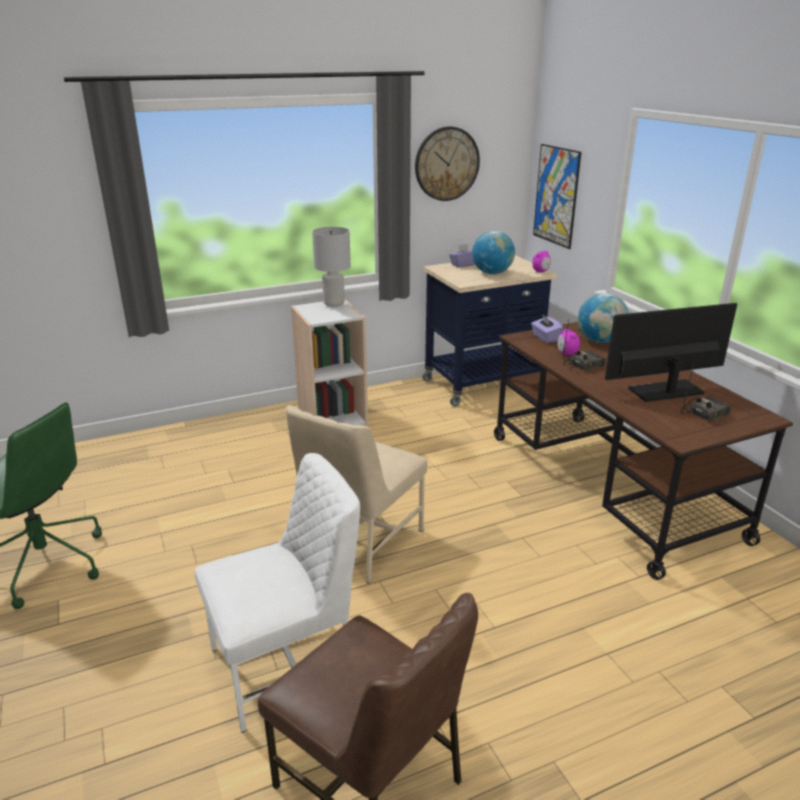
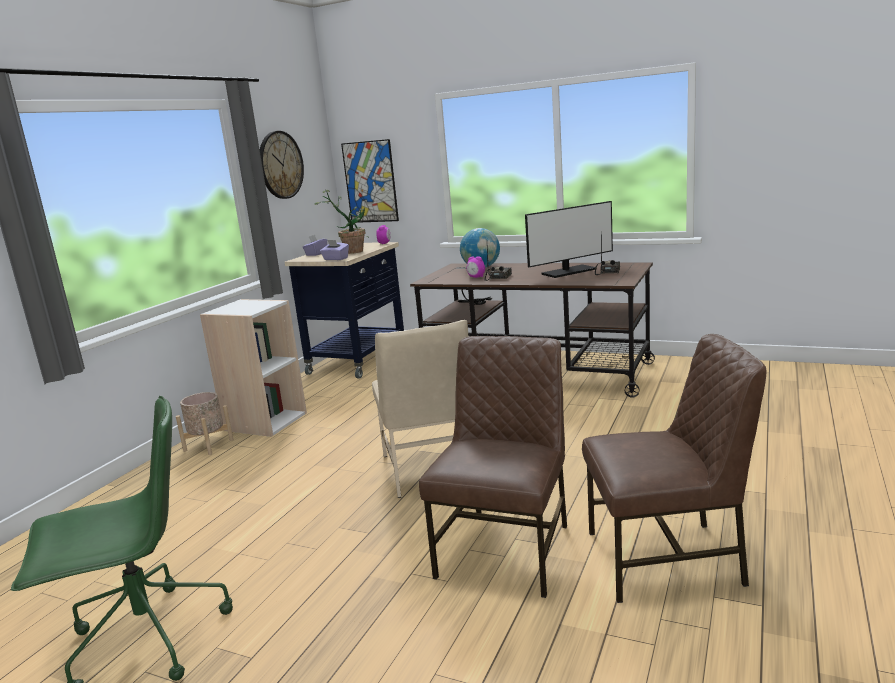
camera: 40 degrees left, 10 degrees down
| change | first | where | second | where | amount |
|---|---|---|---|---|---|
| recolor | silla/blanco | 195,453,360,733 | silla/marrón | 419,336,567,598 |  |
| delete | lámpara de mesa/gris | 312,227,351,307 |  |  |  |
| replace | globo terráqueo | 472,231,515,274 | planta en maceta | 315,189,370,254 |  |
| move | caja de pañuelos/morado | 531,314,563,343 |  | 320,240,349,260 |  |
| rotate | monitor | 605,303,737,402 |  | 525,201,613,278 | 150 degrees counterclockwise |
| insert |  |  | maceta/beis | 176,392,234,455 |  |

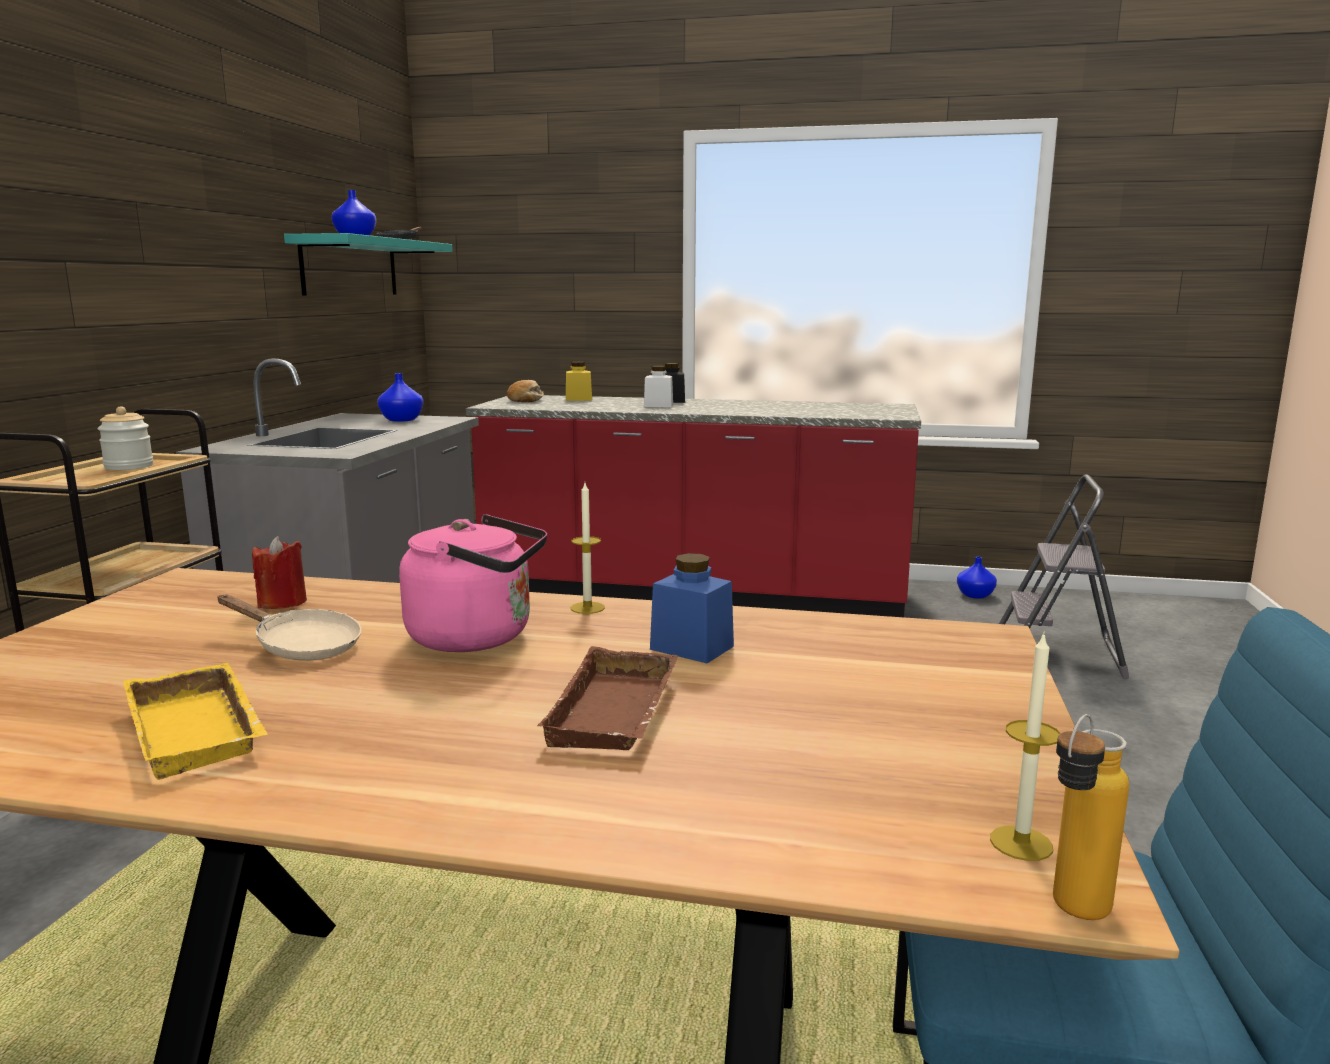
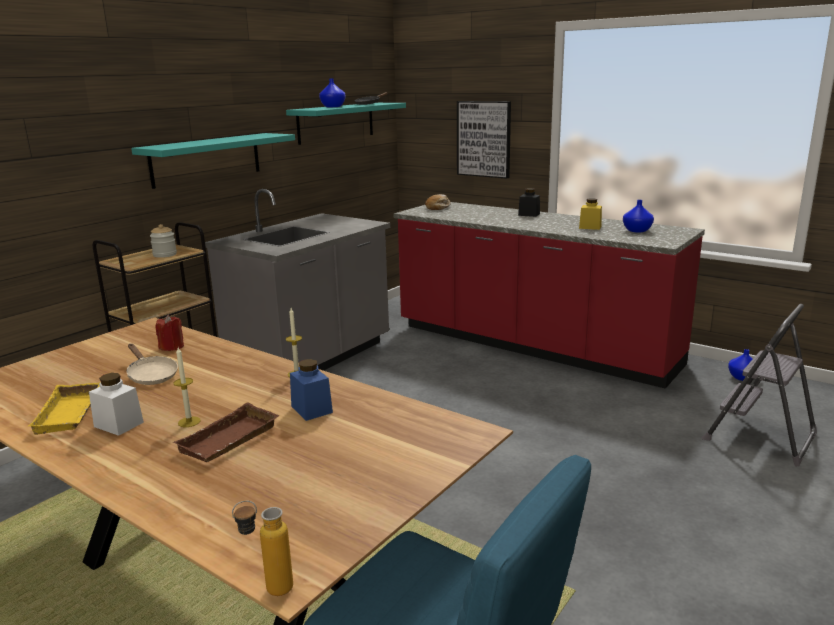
camera: 25 degrees right, 5 degrees up
| change | first | where | second | where | amount |
|---|---|---|---|---|---|
| move | florero/azul | 377,373,423,422 |  | 623,200,654,233 |  |
| delete | hervidor/rosa | 399,514,547,652 |  |  |  |
| move | tarro/amarillo | 566,362,592,401 |  | 579,198,602,230 |  |
| move | tarro/blanco | 644,366,673,407 |  | 89,373,144,436 |  |
| move | vela | 990,632,1061,861 |  | 174,347,201,427 |  |
| insert |  |  | estante/turquesa | 131,133,295,189 |  |
| insert |  |  | cuadro | 457,101,511,179 |  |

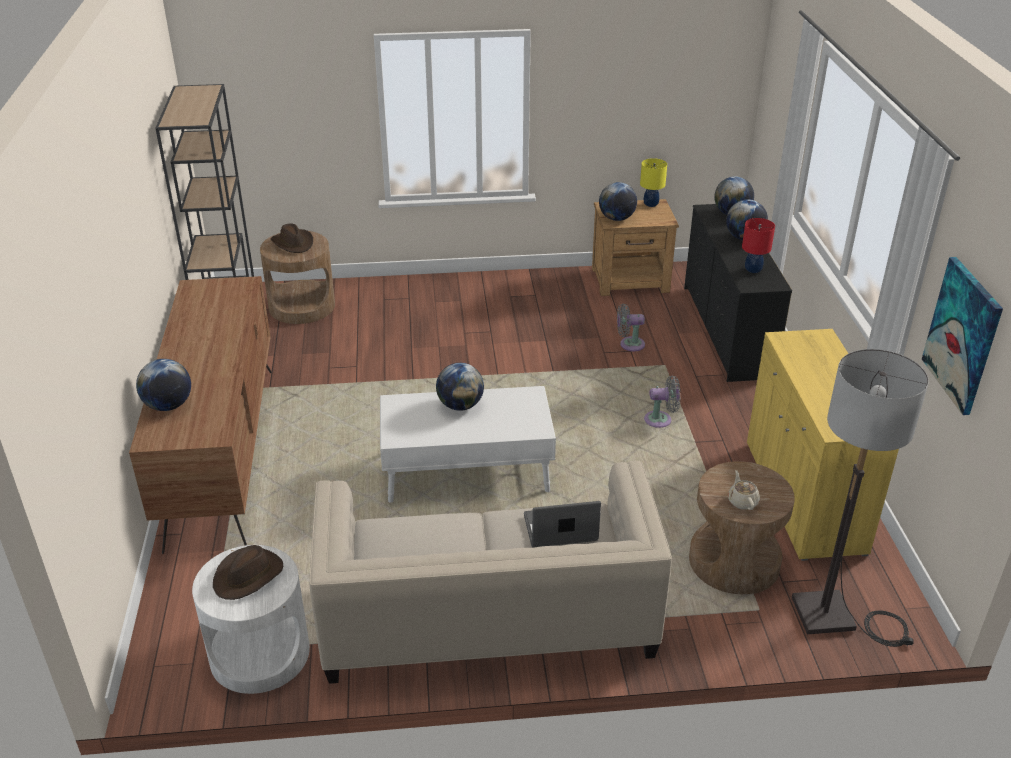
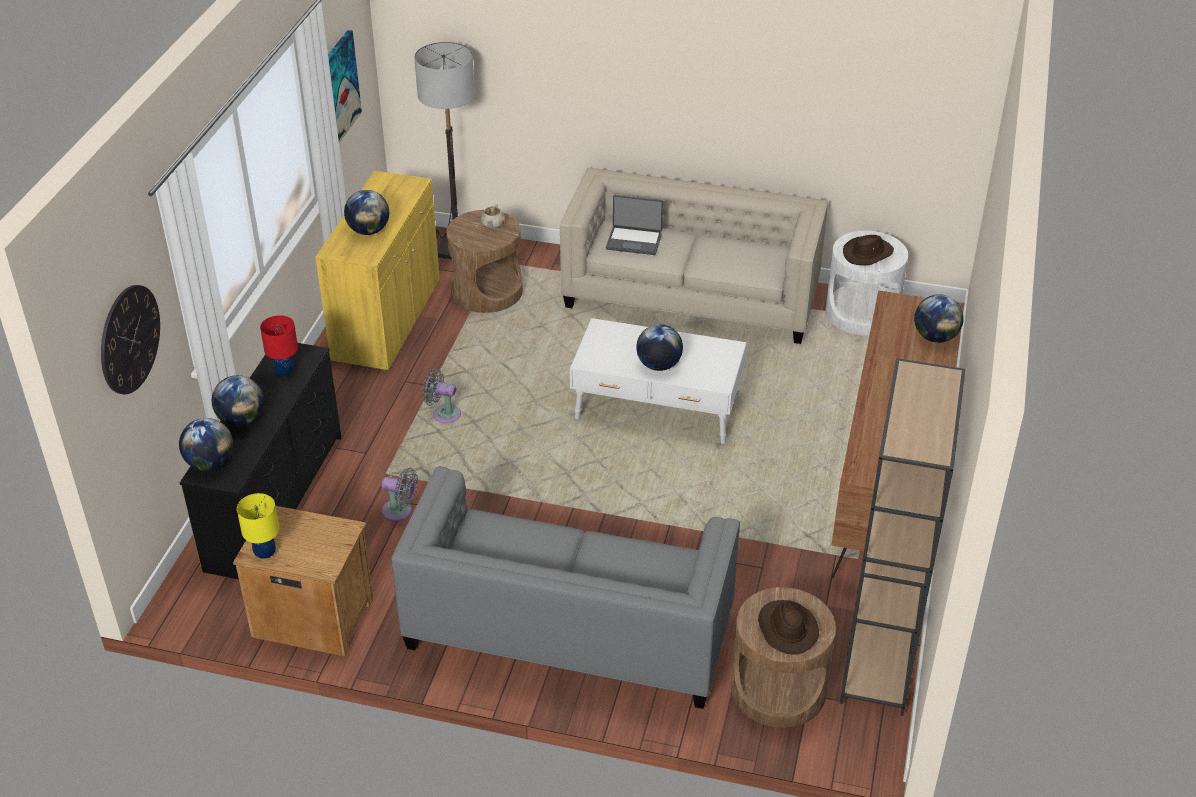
camera: 160 degrees left, 5 degrees up
| change | first | where | second | where | amount |
|---|---|---|---|---|---|
| move | globo terráqueo | 599,182,637,221 |  | 344,190,389,235 |  |
| insert |  |  | reloj de pared | 101,285,160,394 |  |
| insert |  |  | sofá/gris | 391,467,740,709 |  |

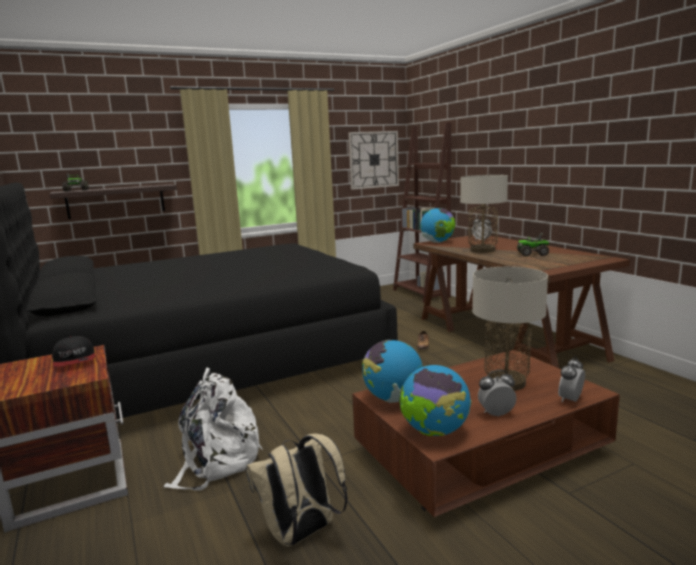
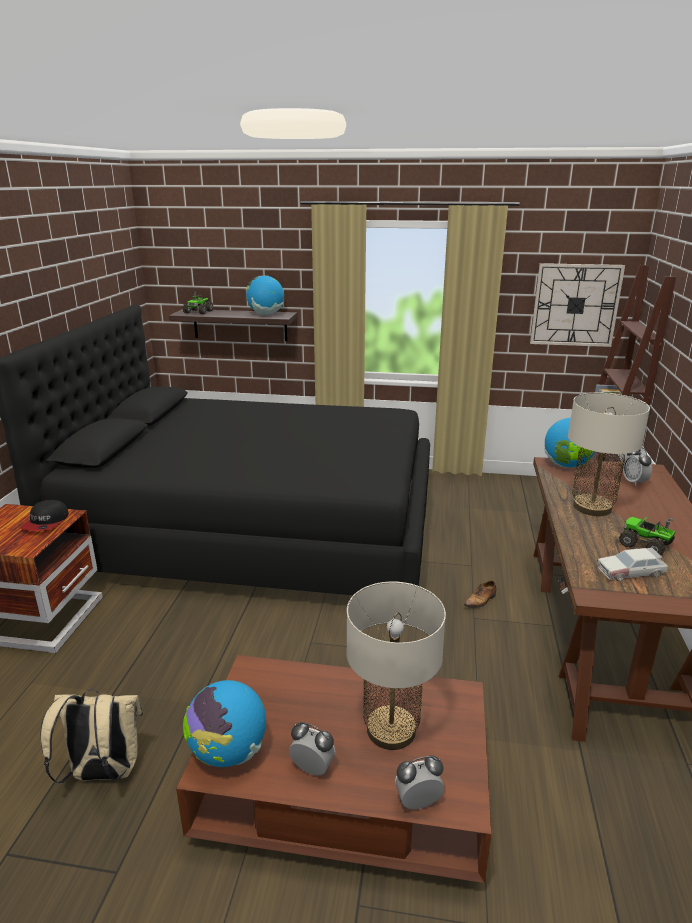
camera: 35 degrees right, 10 degrees up
| change | first | where | second | where | amount |
|---|---|---|---|---|---|
| delete | mochila/blanco | 163,367,263,491 |  |  |  |
| move | globo terráqueo | 362,339,423,403 |  | 246,275,284,315 |  |
| insert |  |  | coche de juguete | 596,547,668,581 |  |

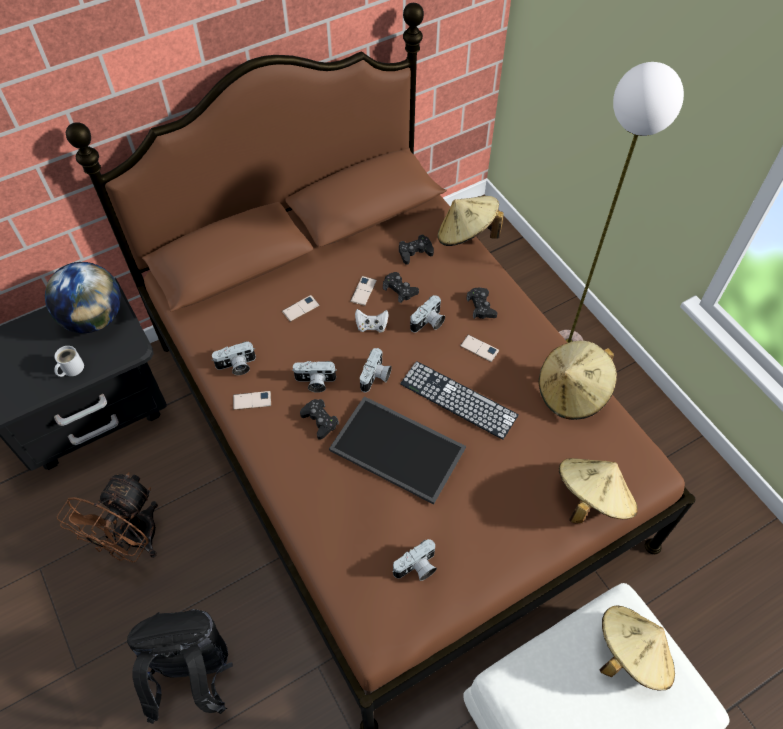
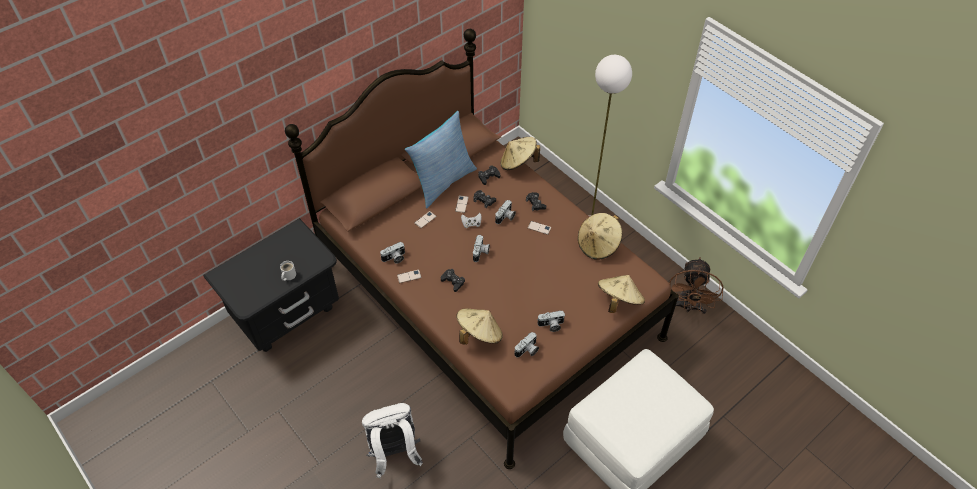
camera: 10 degrees left, 5 degrees down
| change | first | where | second | where | amount |
|---|---|---|---|---|---|
| delete | globo terráqueo | 45,262,121,333 |  |  |  |
| move | ventilador/marrón | 57,472,158,562 |  | 669,258,724,314 |  |
| recolor | mochila/negro | 127,609,233,724 | mochila/blanco | 362,403,423,478 |  |
| move | cámara | 292,361,337,393 |  | 537,310,565,332 |  |
| delete | bandeja | 329,396,466,505 |  |  |  |
| delete | teclado | 400,361,519,440 |  |  |  |
| move | sombrero/beis | 599,606,675,690 |  | 456,308,503,345 |  |
| insert |  |  | cojín | 405,111,477,208 |  |

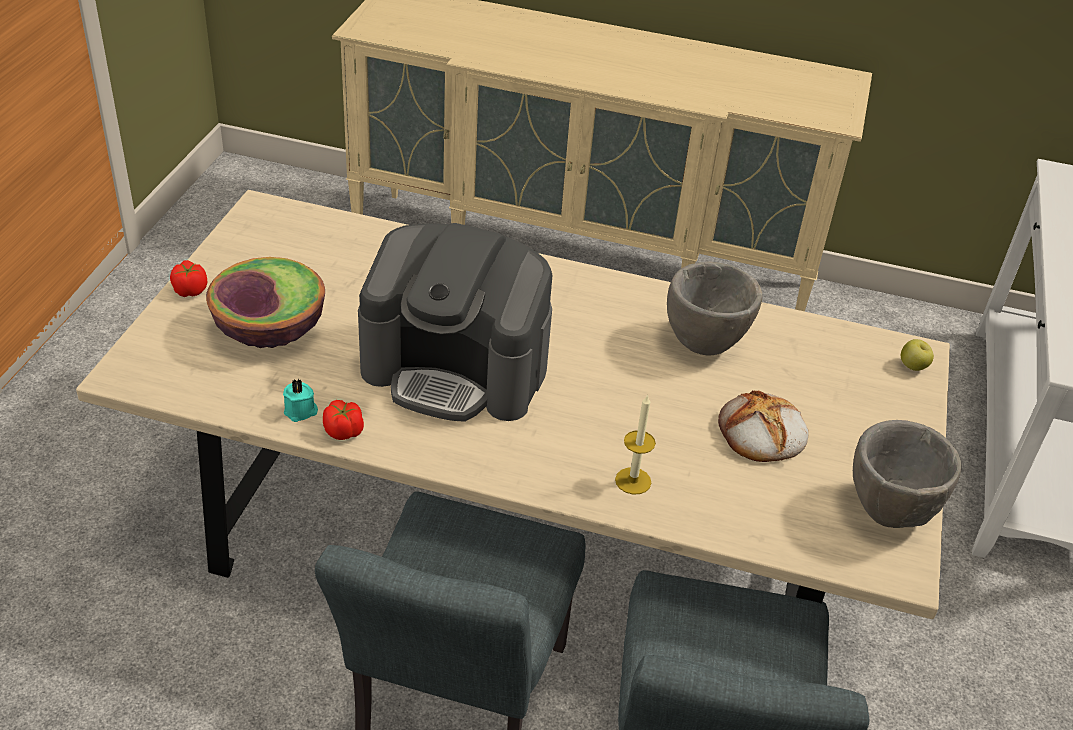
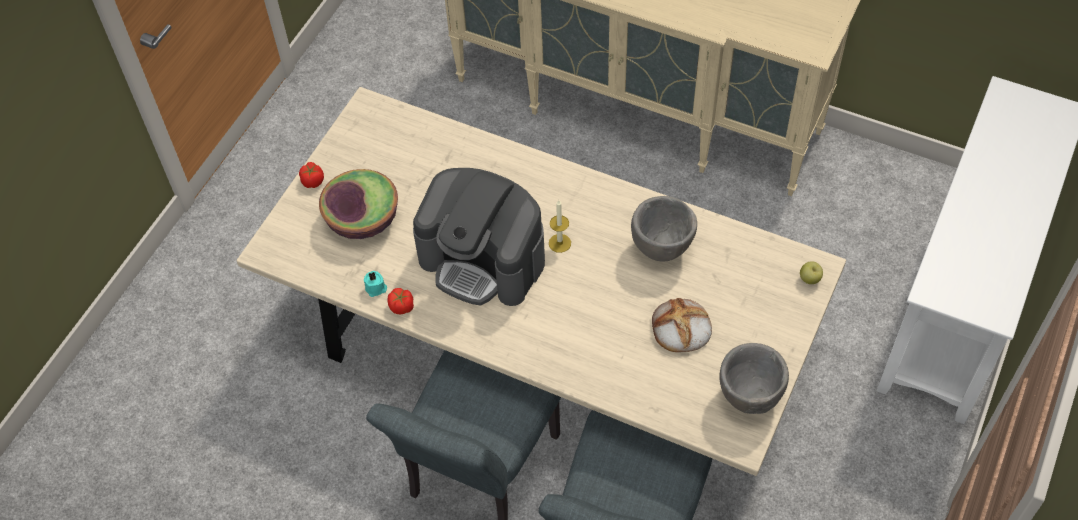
camera: 15 degrees right, 15 degrees up
| change | first | where | second | where | amount |
|---|---|---|---|---|---|
| move | vela | 615,394,656,494 |  | 549,200,571,253 |  |

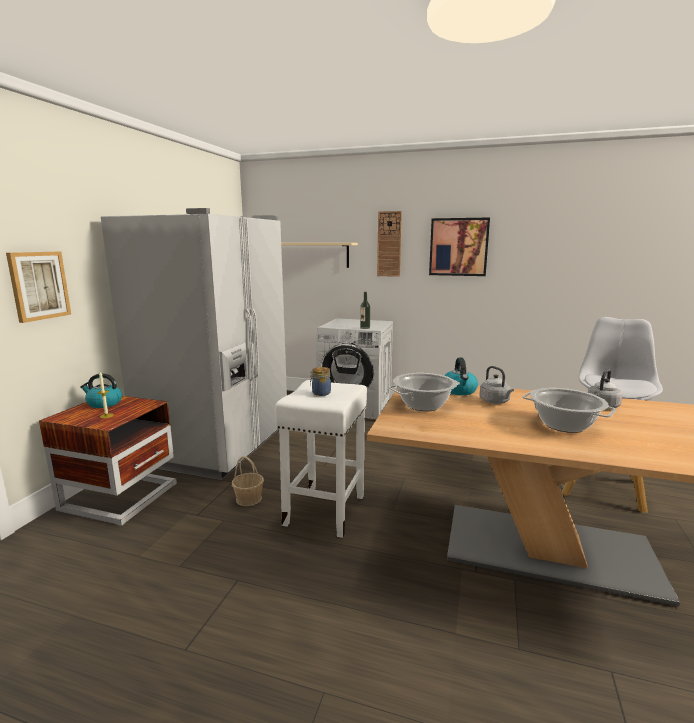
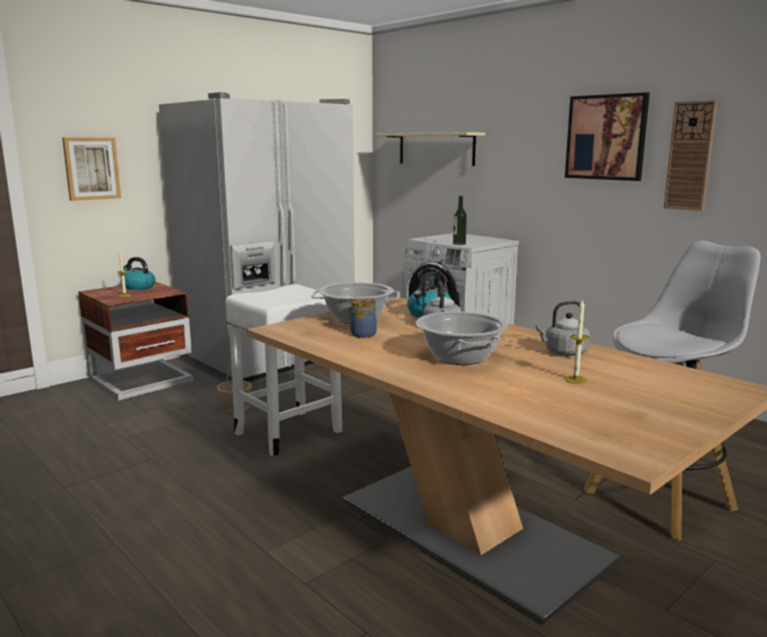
camera: 30 degrees right, 0 degrees up
| change | first | where | second | where | amount |
|---|---|---|---|---|---|
| move | tarro | 310,367,331,396 |  | 348,298,377,338 |  |
| move | reloj de pared | 377,211,402,277 |  | 664,100,717,211 |  |
| insert |  |  | vela | 565,299,589,384 |  |

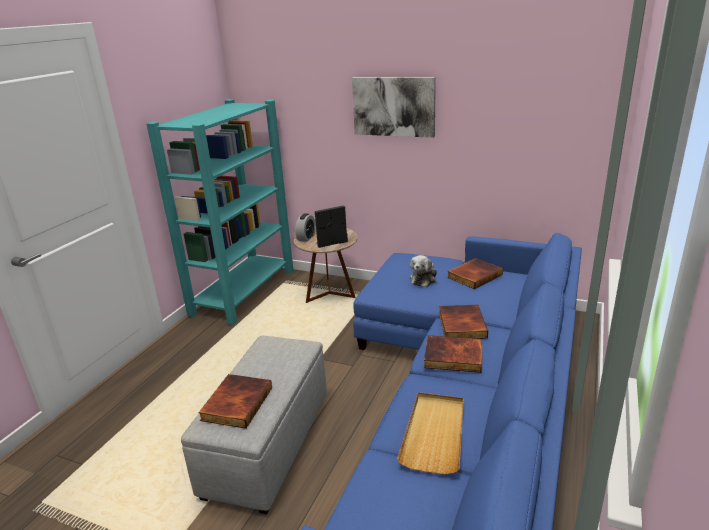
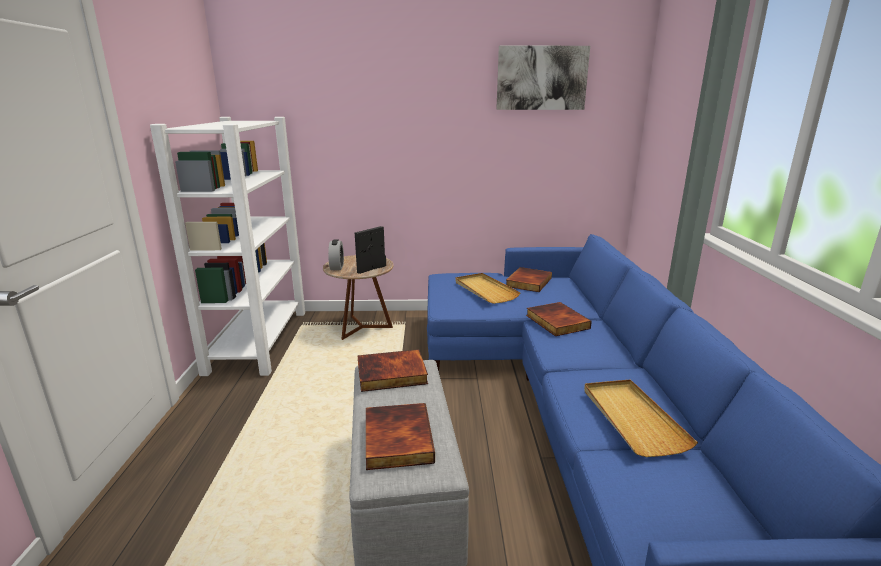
camera: 25 degrees left, 5 degrees down
| change | first | where | second | where | amount |
|---|---|---|---|---|---|
| recolor | estantería/turquesa | 146,99,294,325 | estantería/blanco | 150,117,305,376 |  |
| move | cuadro | 352,77,436,138 |  | 496,46,590,110 |  |
| replace | peluche | 410,255,437,287 | bandeja/beis | 455,273,521,304 |  |
| move | libro | 424,335,482,373 |  | 357,349,428,392 |  |

